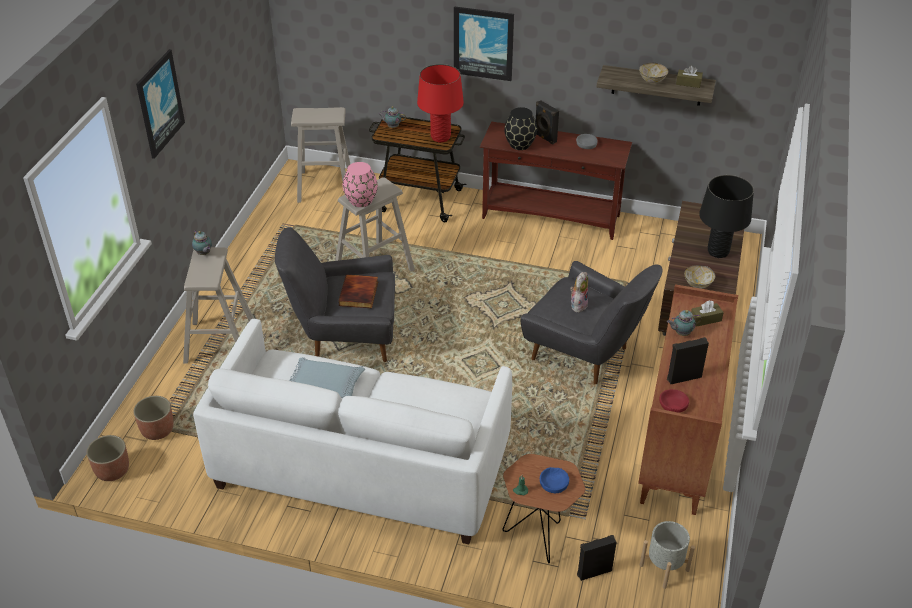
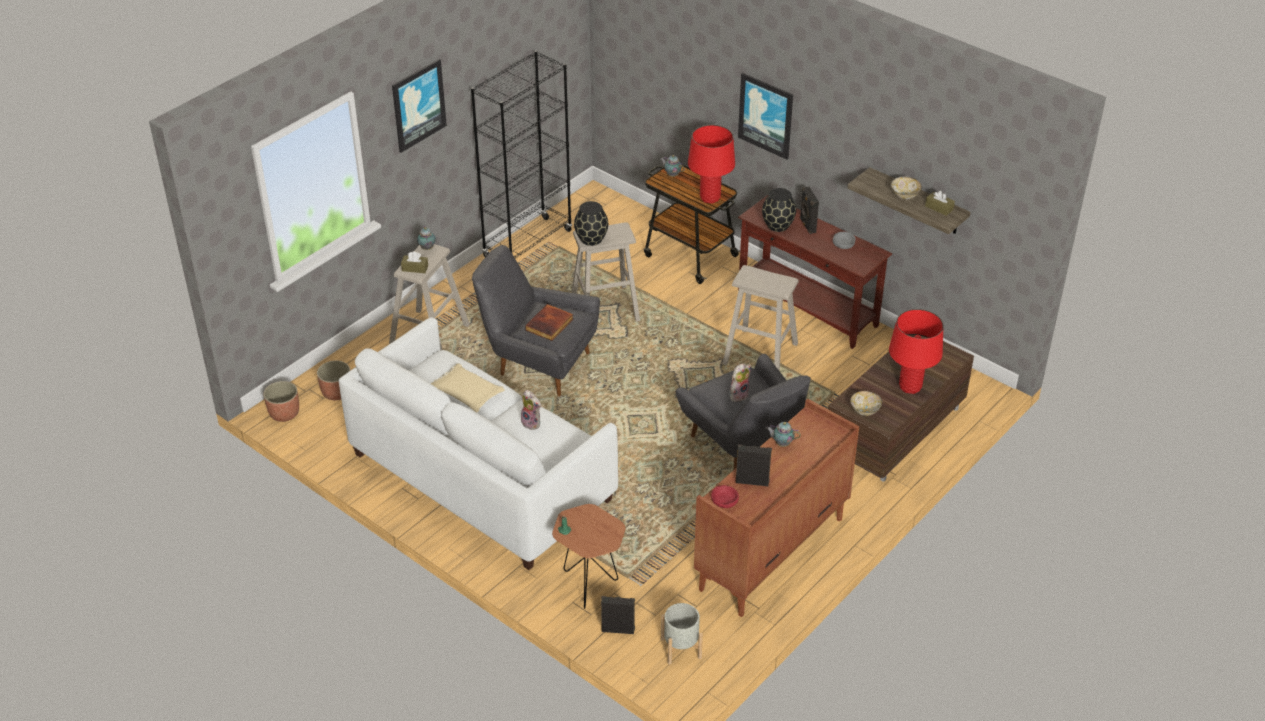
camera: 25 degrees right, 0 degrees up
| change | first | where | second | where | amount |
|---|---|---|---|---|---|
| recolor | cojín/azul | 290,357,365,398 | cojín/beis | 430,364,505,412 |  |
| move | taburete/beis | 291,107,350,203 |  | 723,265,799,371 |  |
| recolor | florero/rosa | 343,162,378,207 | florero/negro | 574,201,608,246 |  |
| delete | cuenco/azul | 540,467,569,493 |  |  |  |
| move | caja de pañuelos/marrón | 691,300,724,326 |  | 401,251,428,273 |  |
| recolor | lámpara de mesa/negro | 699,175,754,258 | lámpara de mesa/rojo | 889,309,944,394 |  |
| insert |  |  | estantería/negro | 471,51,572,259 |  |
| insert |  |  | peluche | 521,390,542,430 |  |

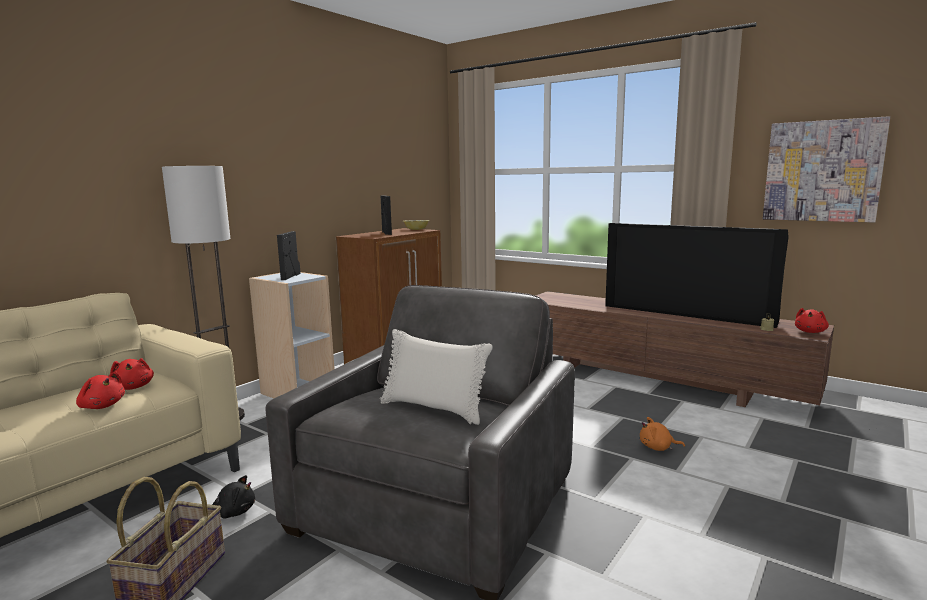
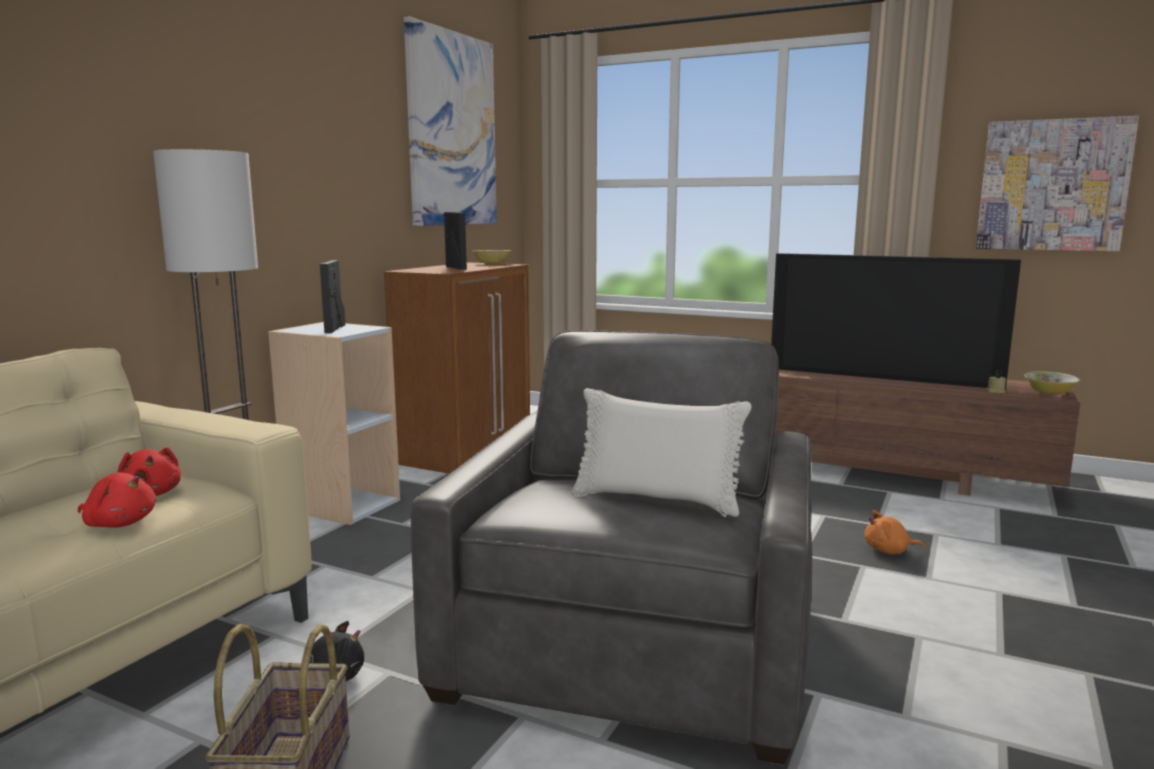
camera: 10 degrees left, 0 degrees up
| change | first | where | second | where | amount |
|---|---|---|---|---|---|
| replace | peluche/rojo | 795,308,829,333 | cuenco | 1024,371,1080,394 |  |
| insert |  |  | cuadro | 404,16,497,226 |  |

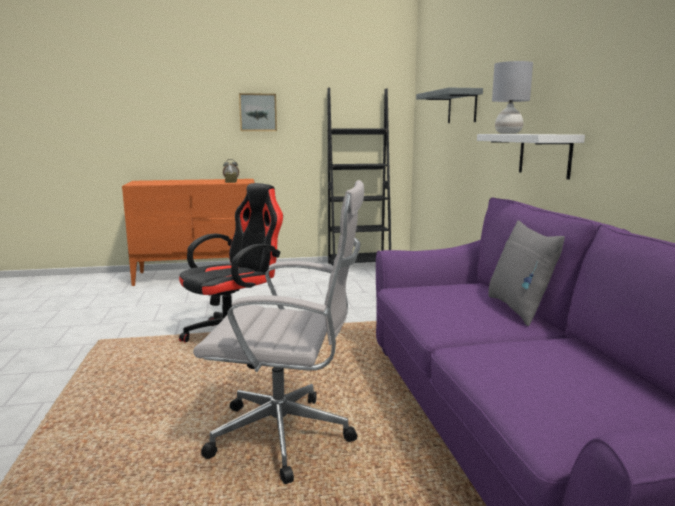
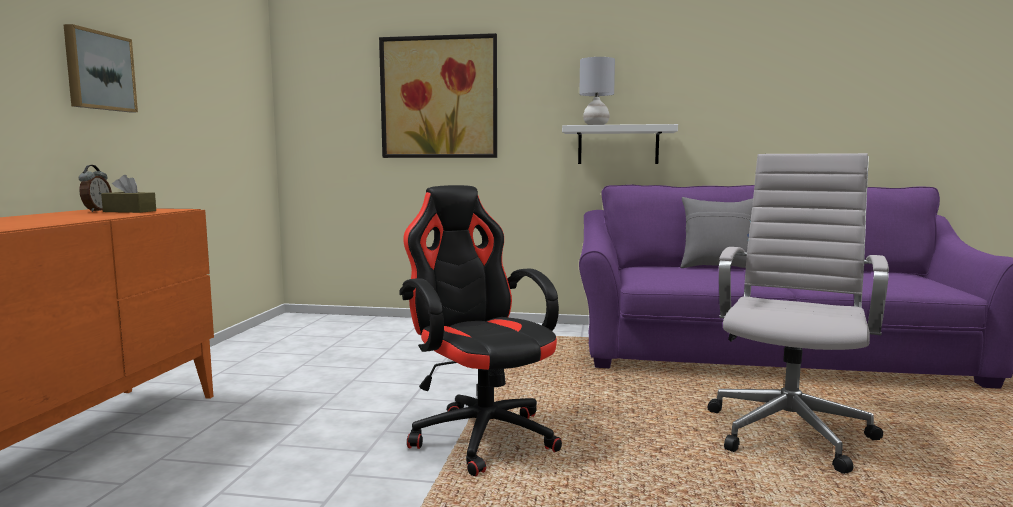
camera: 70 degrees left, 5 degrees down
| change | first | where | second | where | amount |
|---|---|---|---|---|---|
| delete | estantería/negro | 328,88,391,266 |  |  |  |
| replace | estante/gris | 416,88,483,123 | cuadro | 379,33,497,158 |  |

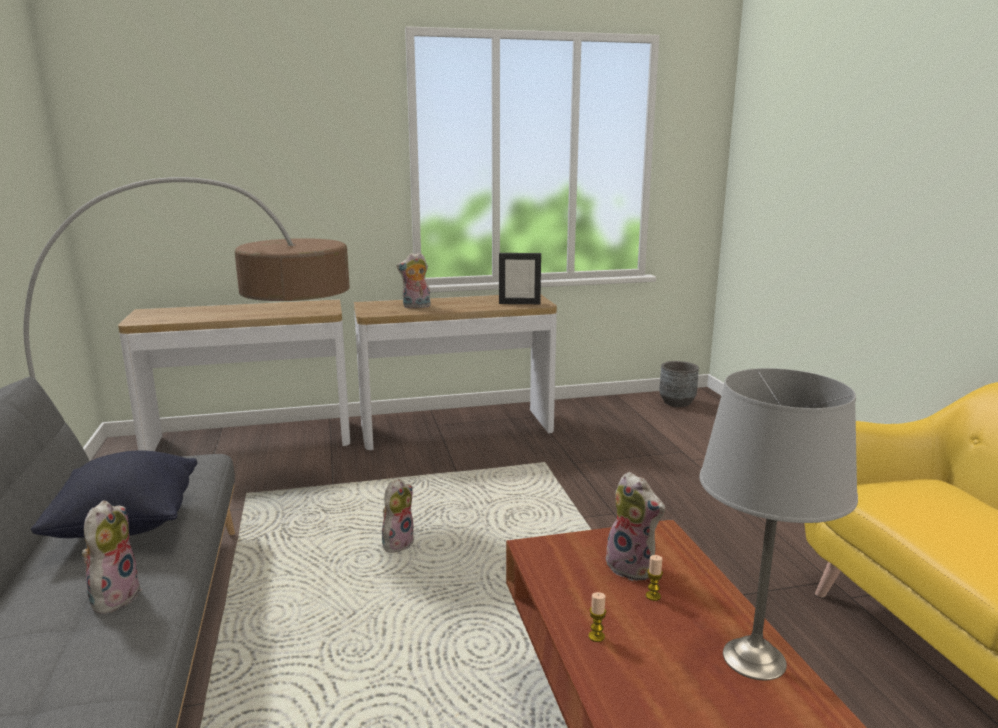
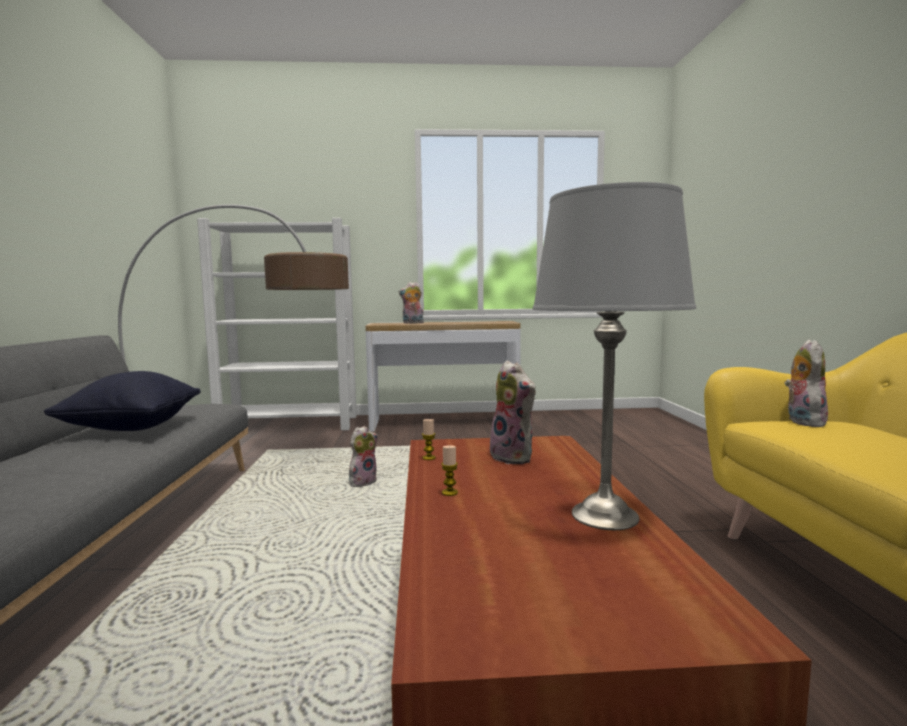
camera: 10 degrees right, 10 degrees down
| change | first | where | second | where | amount |
|---|---|---|---|---|---|
| move | peluche | 82,500,142,614 |  | 784,340,828,427 |  |
| replace | mesa consola | 118,299,350,451 | estantería/blanco | 197,218,357,430 |  |
| delete | portarretratos | 499,253,541,304 |  |  |  |
| move | vela | 646,555,663,601 |  | 422,419,436,460 |  |
| delete | maceta/gris | 659,361,699,407 |  |  |  |

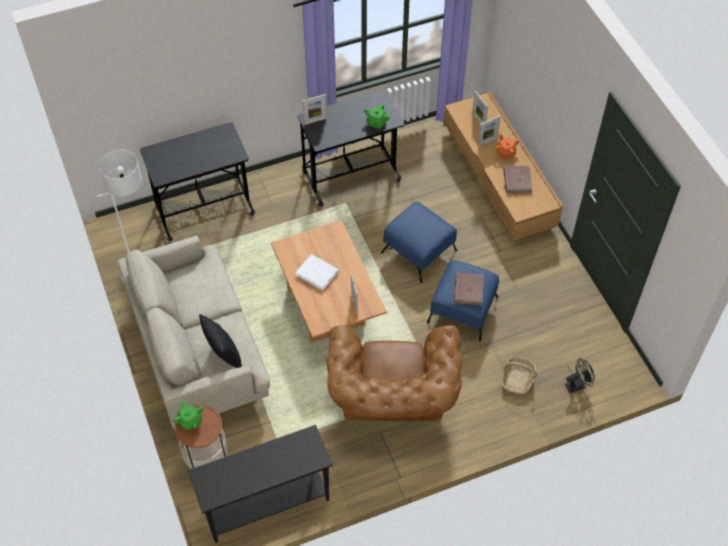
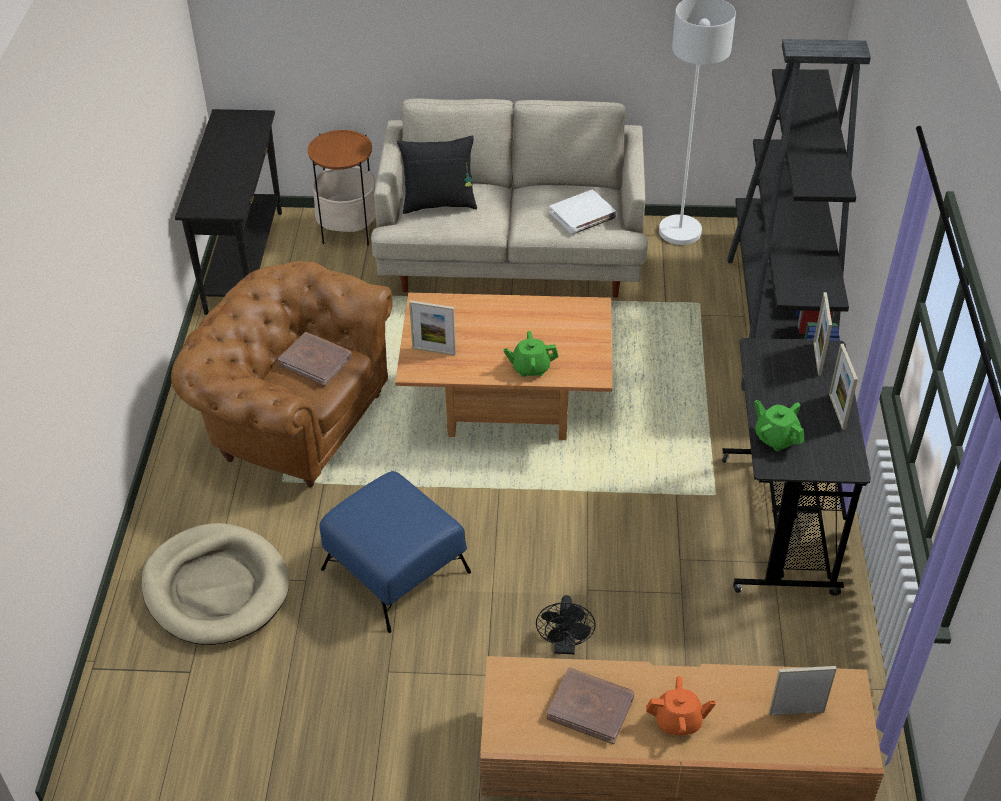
camera: 115 degrees right, 10 degrees down
| change | first | where | second | where | amount |
|---|---|---|---|---|---|
| replace | escritorio/negro | 140,122,255,241 | estantería/negro | 728,39,871,391 |  |
| move | tetera/verde | 173,401,204,430 |  | 503,331,558,377 |  |
| move | libro/blanco | 296,254,338,291 |  | 549,189,617,234 |  |
| delete | puf/azul | 381,202,457,283 |  |  |  |
| move | libro/marrón | 454,273,484,305 |  | 278,332,352,386 |  |
| move | portarretratos | 478,115,501,147 |  | 829,344,858,430 |  |
| replace | cesta | 502,357,537,394 | cama para perro/beis | 141,523,290,645 |  |
| move | ventilador/negro | 565,358,595,393 |  | 536,595,596,654 |  |

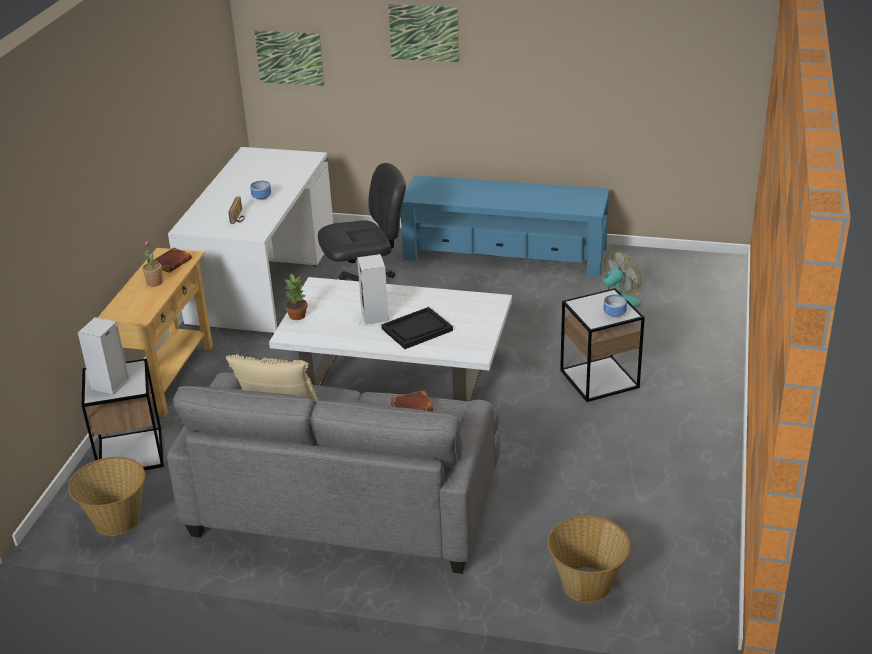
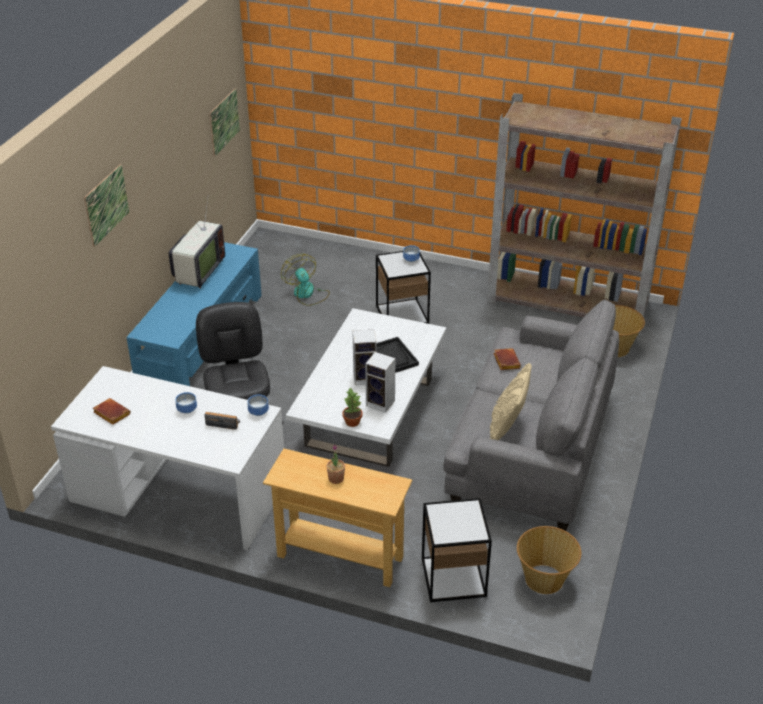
camera: 85 degrees left, 5 degrees up
| change | first | where | second | where | amount |
|---|---|---|---|---|---|
| move | altavoz | 78,317,129,394 |  | 365,352,395,413 |  |
| move | libro/marrón | 153,247,192,273 |  | 93,398,131,425 |  |
| move | cuadro | 254,30,324,86 |  | 210,88,240,156 |  |
| insert |  |  | televisor | 169,194,225,289 |  |
| insert |  |  | cuenco | 247,394,269,416 |  |
| insert |  |  | estantería/marrón | 487,93,682,332 |  |

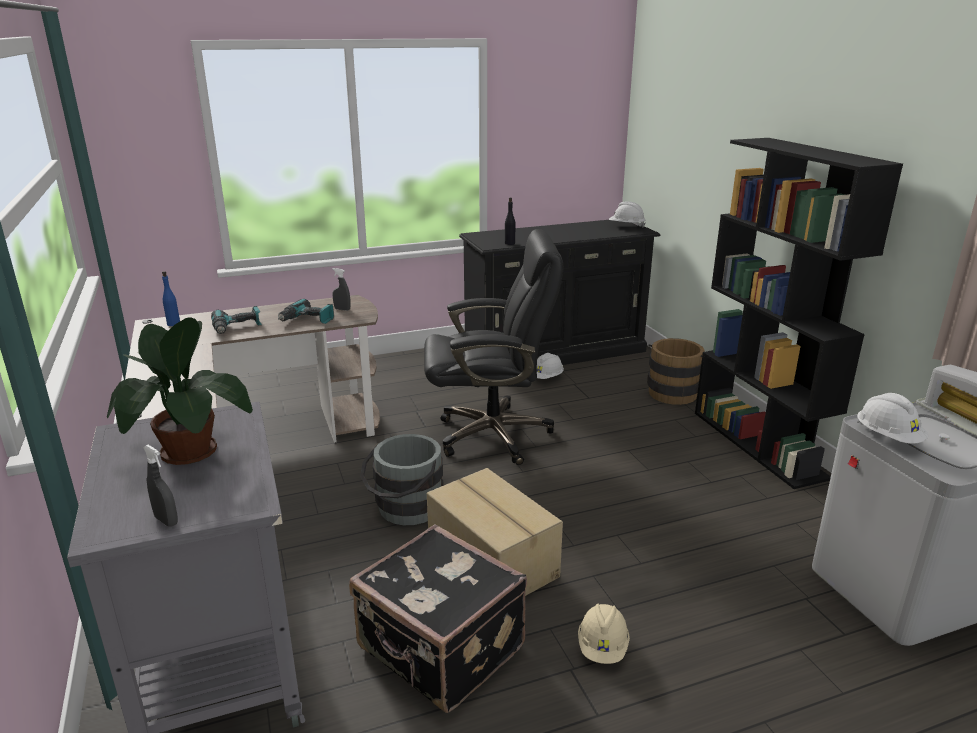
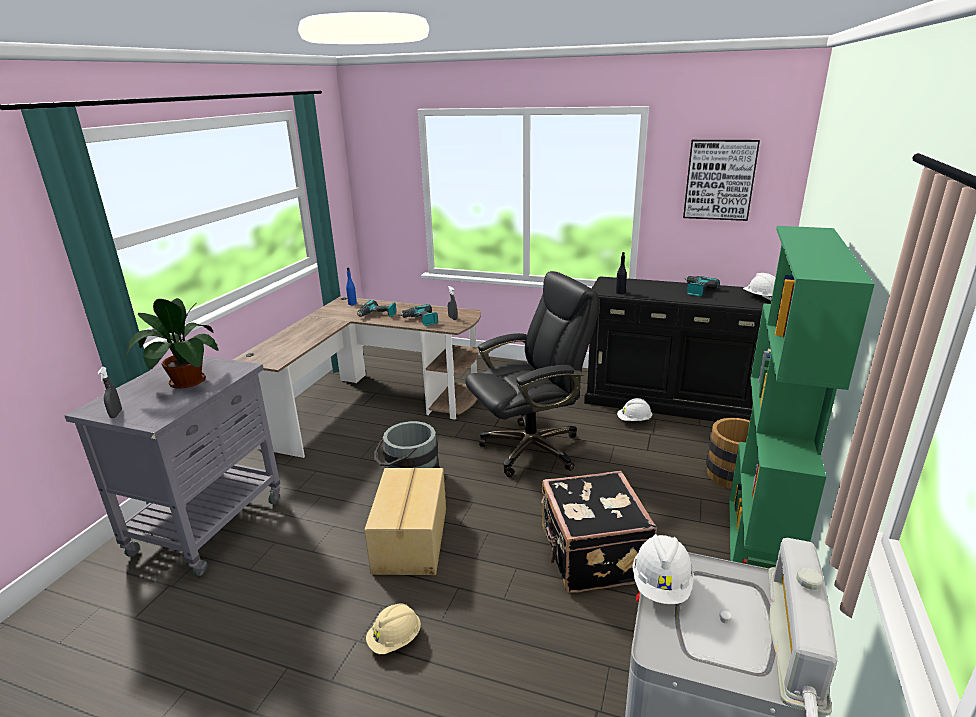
camera: 40 degrees right, 0 degrees up
| change | first | where | second | where | amount |
|---|---|---|---|---|---|
| move | maleta/negro | 349,524,527,713 |  | 541,471,657,593 |  |
| rotate | silla de oficina/negro | 424,229,563,465 |  | 465,271,599,477 | 60 degrees counterclockwise |
| recolor | estantería/negro | 695,138,903,489 | estantería/verde | 729,226,875,568 |  |
| insert |  |  | cuadro | 683,140,760,221 |  |
| insert |  |  | taladro | 684,276,720,297 |  |

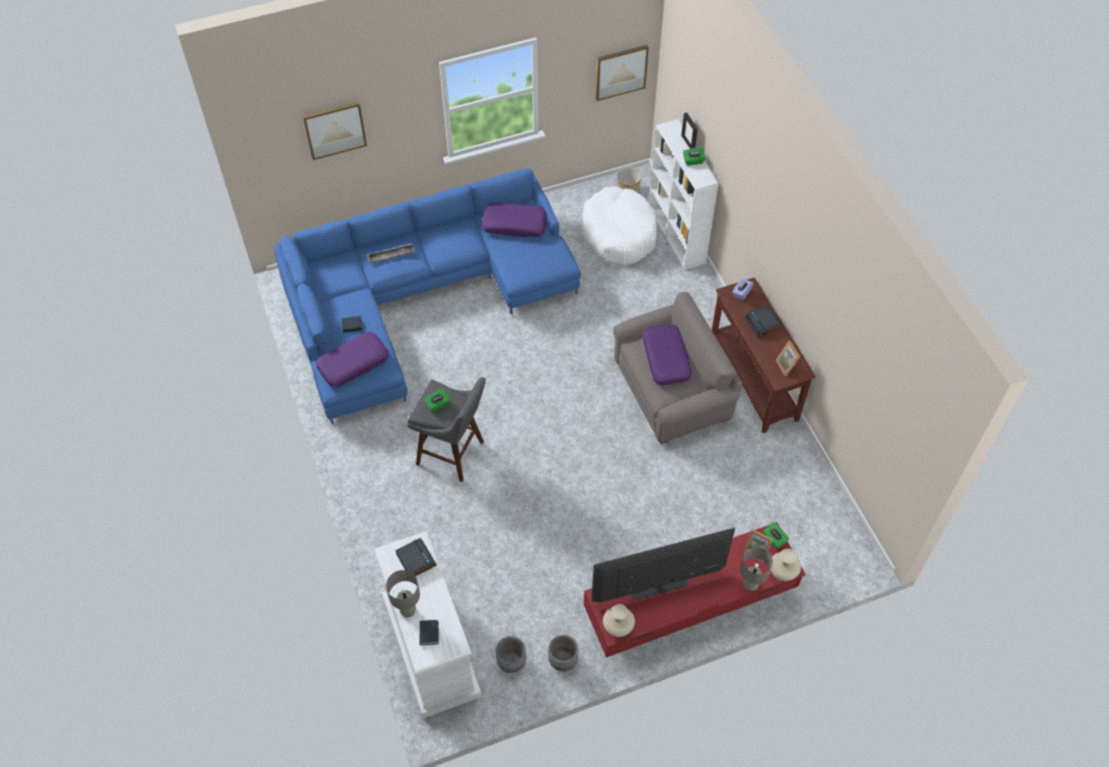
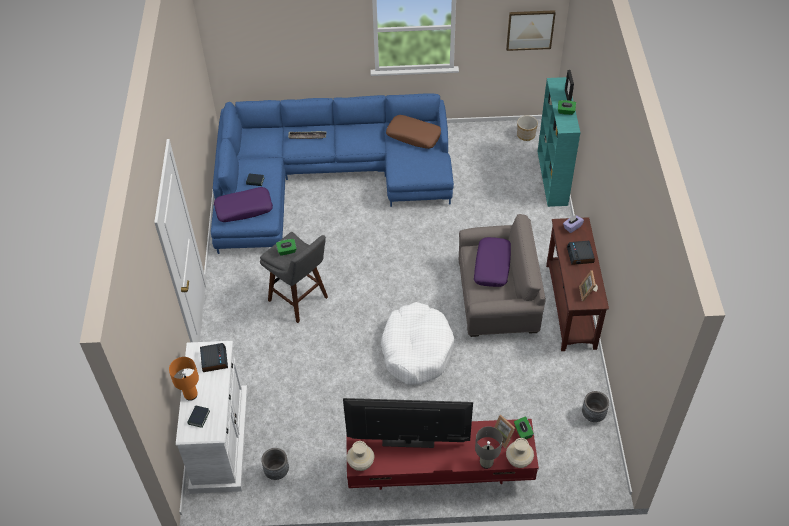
camera: 20 degrees right, 5 degrees down
| change | first | where | second | where | amount |
|---|---|---|---|---|---|
| delete | cuadro | 303,101,367,160 |  |  |  |
| recolor | lámpara de mesa/gris | 386,570,420,617 | lámpara de mesa/naranja | 169,357,199,401 |  |
| recolor | cojín/morado | 482,203,547,237 | cojín/marrón | 386,115,441,149 |  |
| move | maceta/gris | 549,635,578,672 |  | 582,391,609,422 |  |
| move | cama para perro/blanco | 582,187,657,265 |  | 381,302,454,385 |  |
| recolor | estantería/blanco | 649,119,719,270 | estantería/turquesa | 538,77,580,207 |  |

